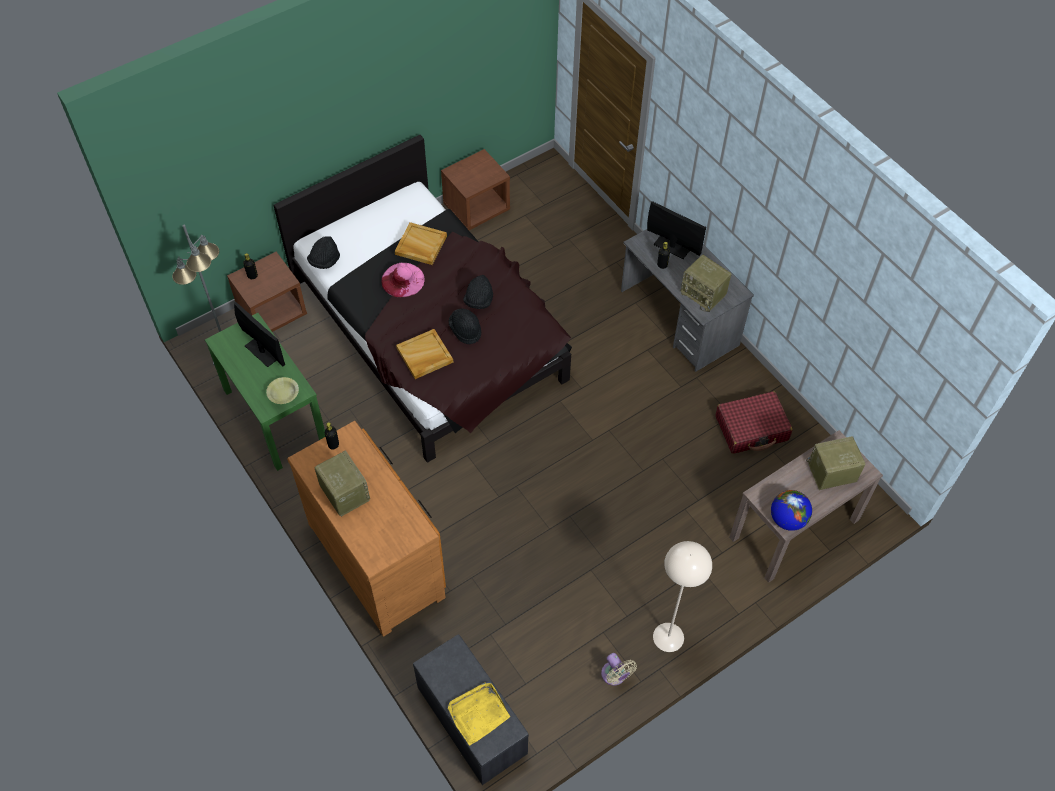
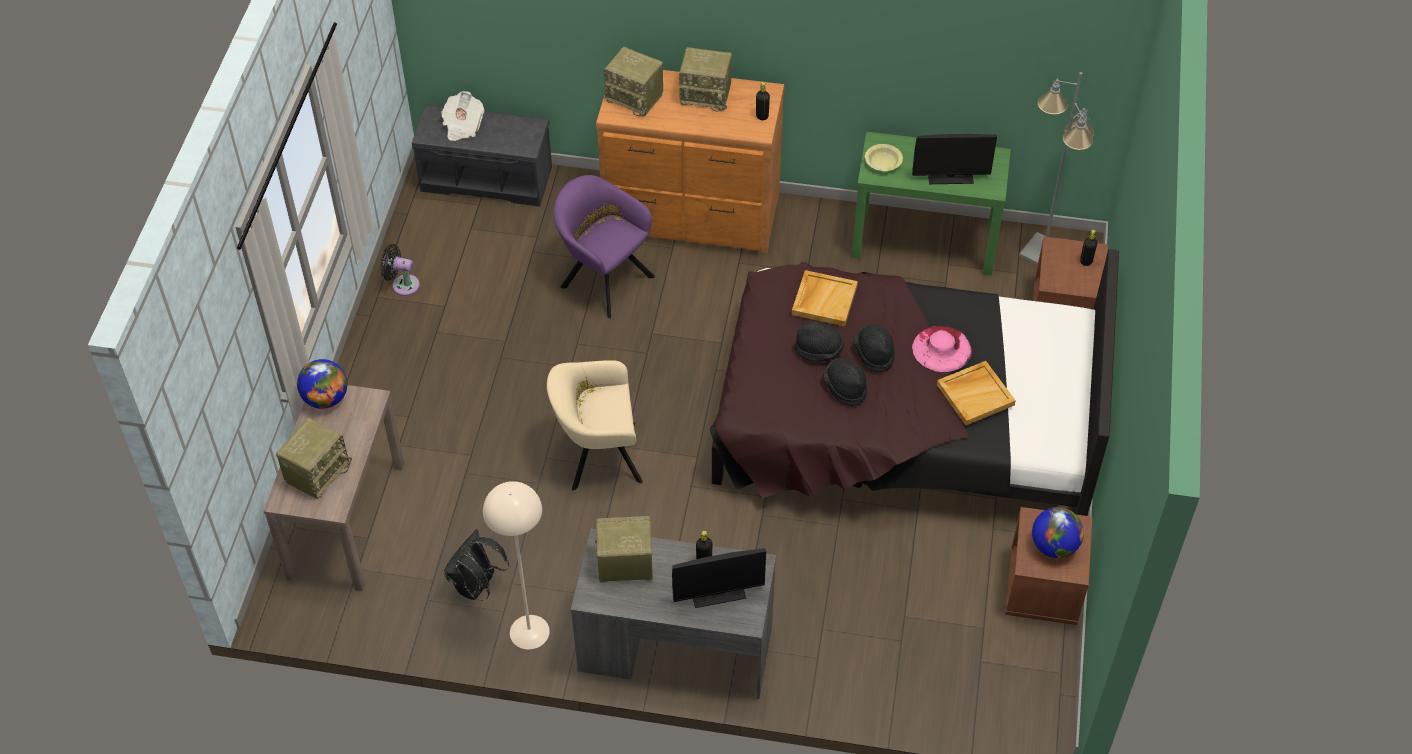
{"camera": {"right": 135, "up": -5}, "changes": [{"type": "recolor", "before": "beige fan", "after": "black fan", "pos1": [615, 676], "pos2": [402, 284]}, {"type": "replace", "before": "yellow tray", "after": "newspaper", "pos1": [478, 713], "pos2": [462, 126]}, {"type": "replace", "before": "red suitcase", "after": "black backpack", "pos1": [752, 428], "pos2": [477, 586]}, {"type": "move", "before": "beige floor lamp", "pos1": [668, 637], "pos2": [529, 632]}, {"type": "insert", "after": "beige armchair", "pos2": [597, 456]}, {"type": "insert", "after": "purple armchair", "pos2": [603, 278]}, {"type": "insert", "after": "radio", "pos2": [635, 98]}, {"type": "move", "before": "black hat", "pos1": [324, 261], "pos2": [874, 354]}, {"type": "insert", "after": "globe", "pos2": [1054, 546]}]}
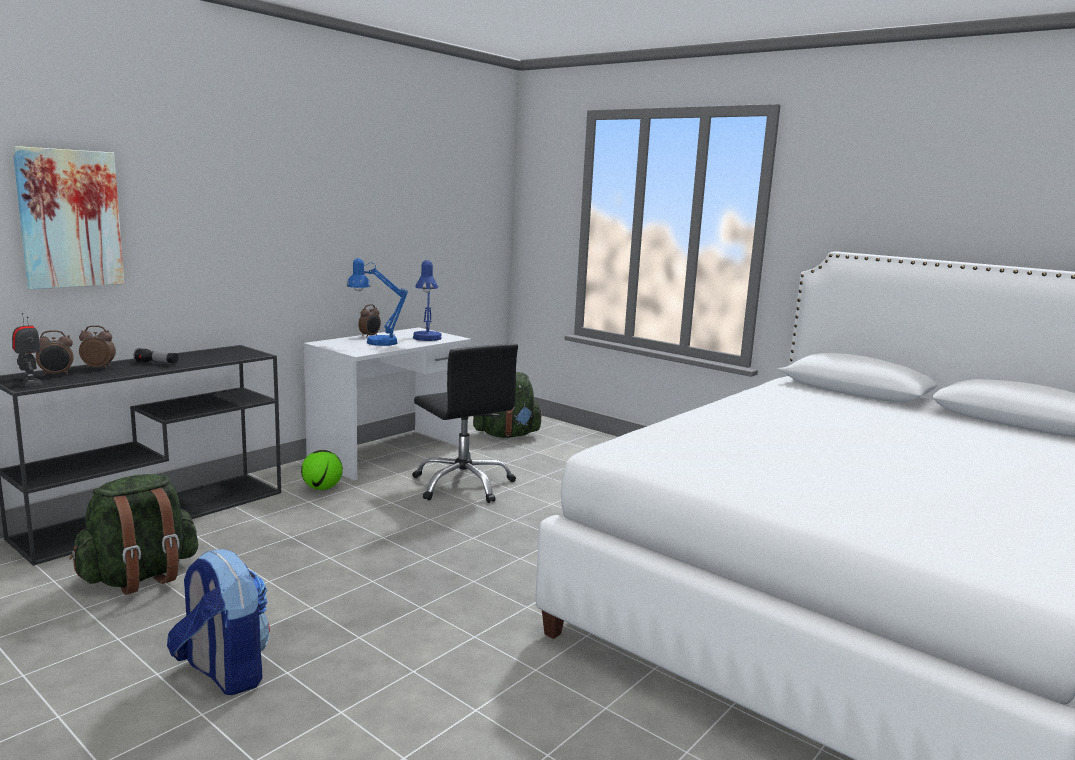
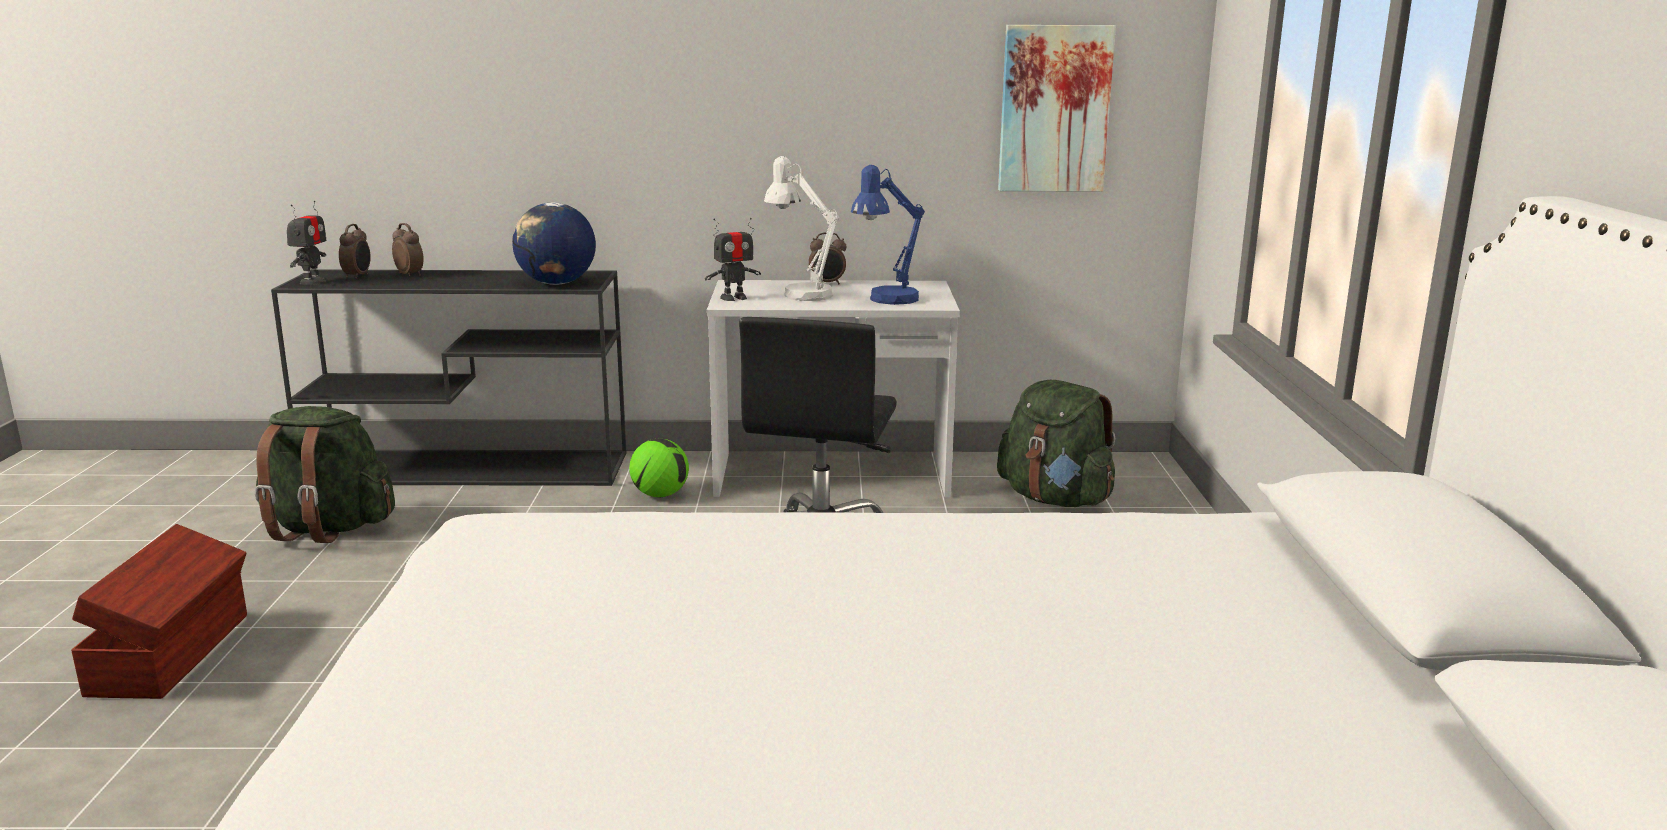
{"camera": {"right": 50, "up": 5}, "changes": [{"type": "replace", "before": "backpack", "after": "brown storage box", "pos1": [223, 672], "pos2": [173, 653]}, {"type": "rotate", "before": "alarm clock", "pos1": [56, 374], "pos2": [358, 276], "turn": -105}, {"type": "insert", "after": "globe", "pos2": [556, 283]}, {"type": "insert", "after": "toy robot", "pos2": [734, 298]}, {"type": "recolor", "before": "blue table lamp", "after": "white table lamp", "pos1": [375, 342], "pos2": [800, 293]}, {"type": "move", "before": "picture", "pos1": [70, 219], "pos2": [1054, 109]}, {"type": "delete", "before": "flashlight", "pos1": [157, 363]}]}
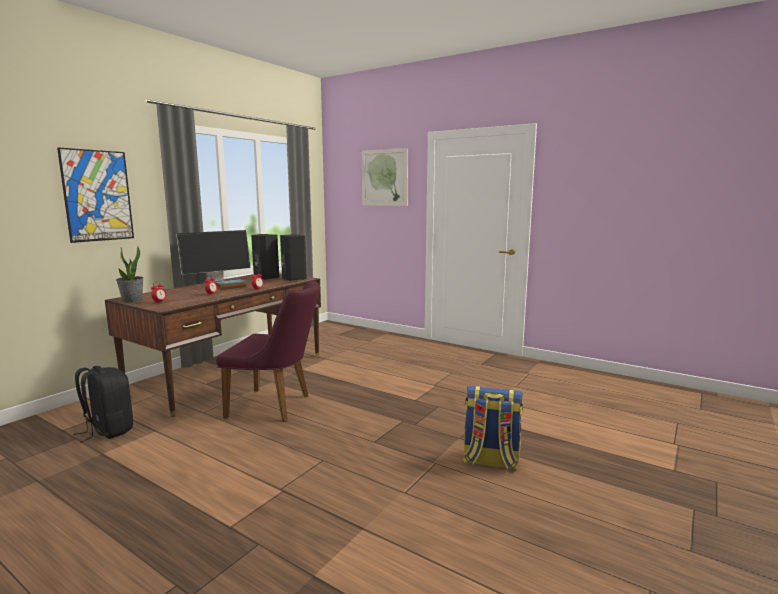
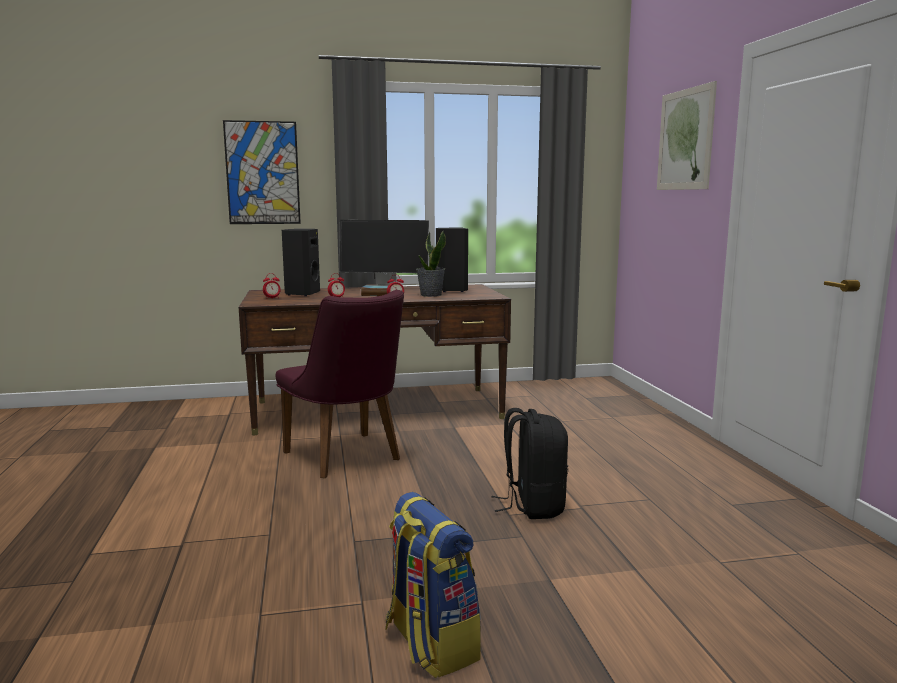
{"camera": {"right": 45, "up": 0}, "changes": [{"type": "move", "before": "black speaker", "pos1": [293, 279], "pos2": [301, 294]}, {"type": "move", "before": "potted plant", "pos1": [132, 300], "pos2": [430, 295]}, {"type": "move", "before": "black backpack", "pos1": [108, 430], "pos2": [533, 506]}]}
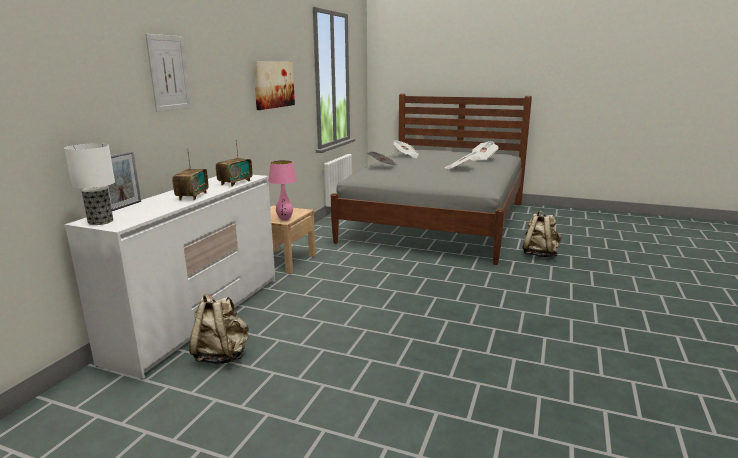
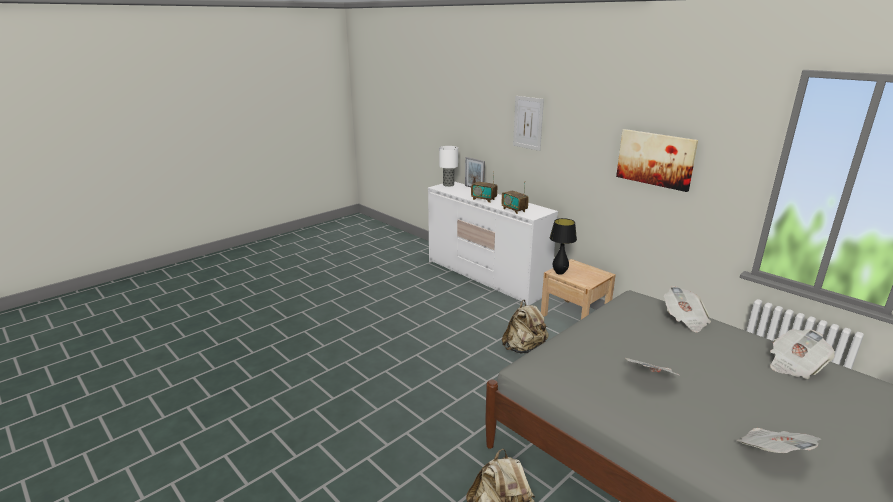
{"camera": {"right": 115, "up": 5}, "changes": [{"type": "move", "before": "beige backpack", "pos1": [222, 355], "pos2": [524, 349]}, {"type": "recolor", "before": "pink table lamp", "after": "black table lamp", "pos1": [284, 219], "pos2": [559, 273]}]}
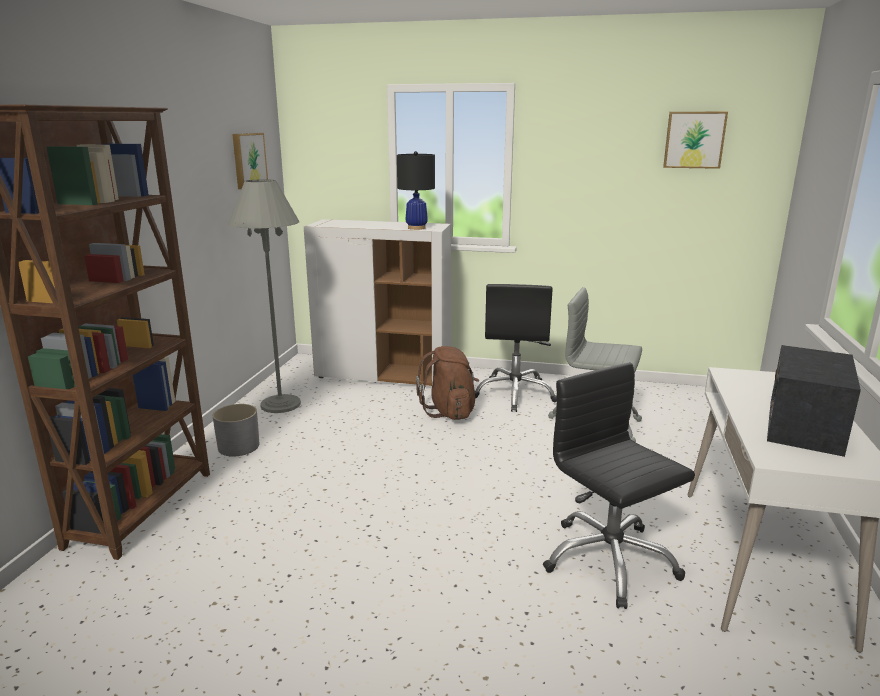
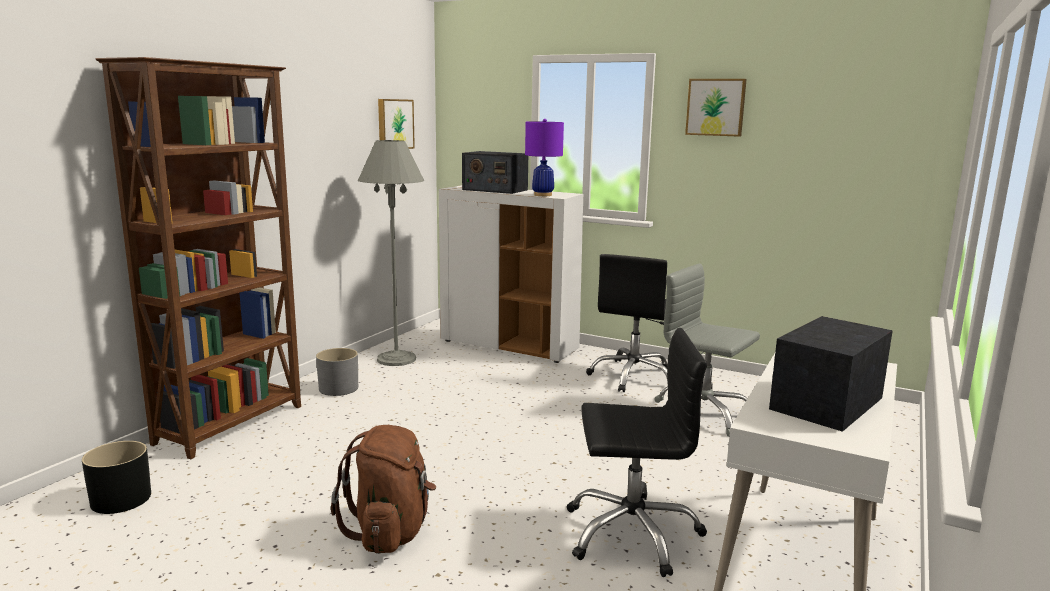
{"camera": {"right": 15, "up": -5}, "changes": [{"type": "insert", "after": "black planter", "pos2": [120, 500]}, {"type": "move", "before": "brown backpack", "pos1": [450, 412], "pos2": [390, 532]}, {"type": "insert", "after": "radio", "pos2": [494, 190]}, {"type": "recolor", "before": "black table lamp", "after": "purple table lamp", "pos1": [416, 228], "pos2": [542, 195]}, {"type": "rotate", "before": "black office chair", "pos1": [609, 560], "pos2": [632, 533], "turn": 105}, {"type": "move", "before": "picture", "pos1": [694, 140], "pos2": [716, 107]}]}
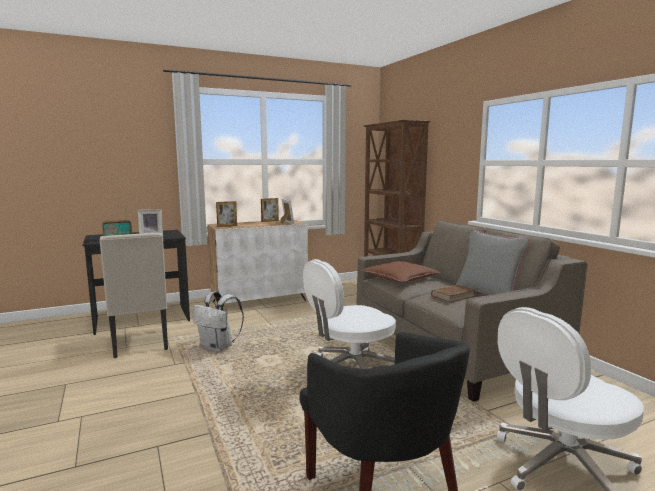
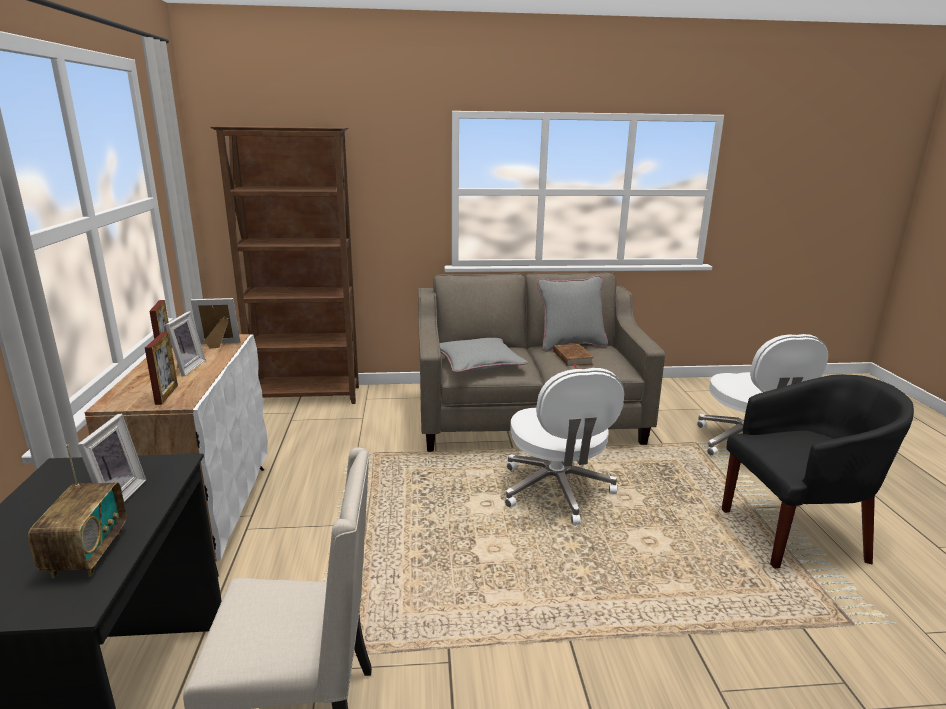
{"camera": {"right": -70, "up": 10}, "changes": [{"type": "insert", "after": "picture frame", "pos2": [186, 368]}, {"type": "recolor", "before": "brown pillow", "after": "grey pillow", "pos1": [400, 278], "pos2": [478, 363]}, {"type": "delete", "before": "white backpack", "pos1": [218, 347]}]}
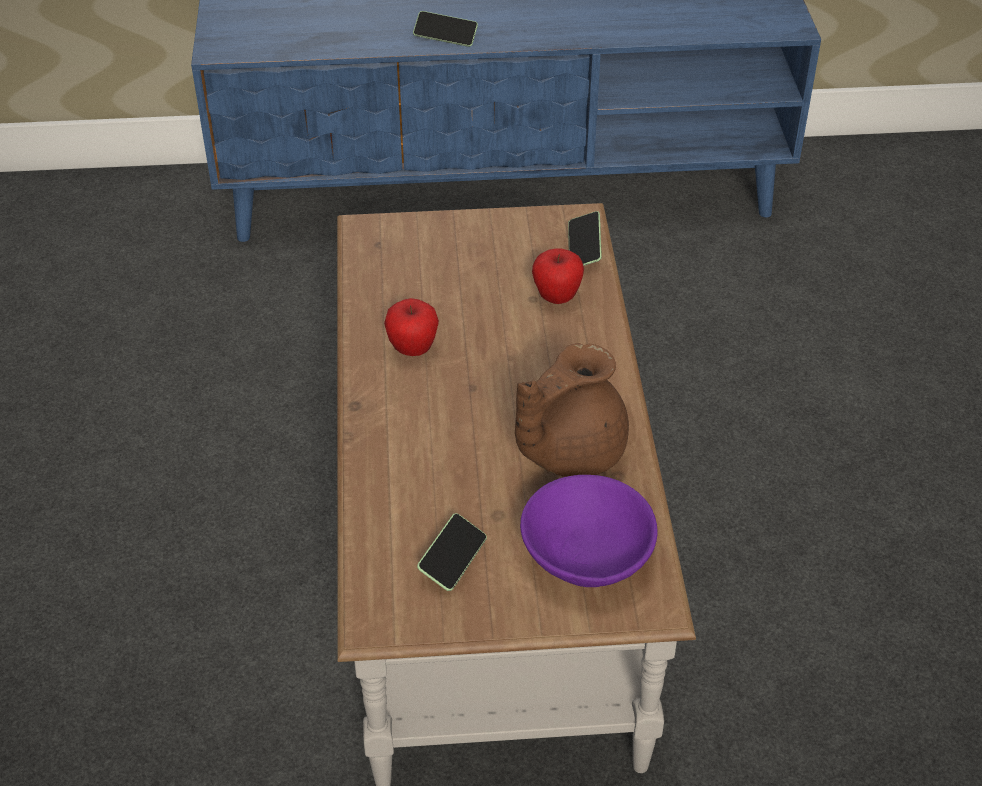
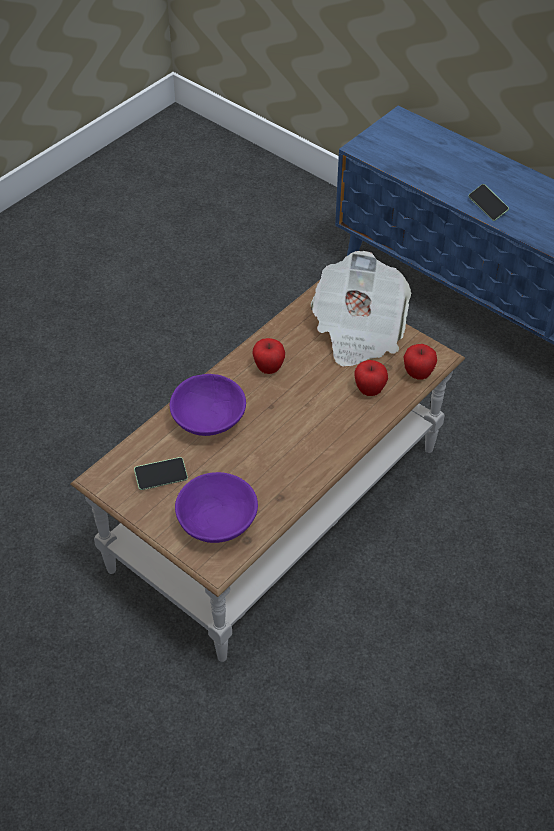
{"camera": {"right": 45, "up": 5}, "changes": [{"type": "insert", "after": "purple bowl", "pos2": [209, 419]}, {"type": "insert", "after": "newspaper", "pos2": [358, 330]}, {"type": "replace", "before": "phone", "after": "apple", "pos1": [584, 248], "pos2": [418, 374]}, {"type": "delete", "before": "brown teapot", "pos1": [568, 451]}]}
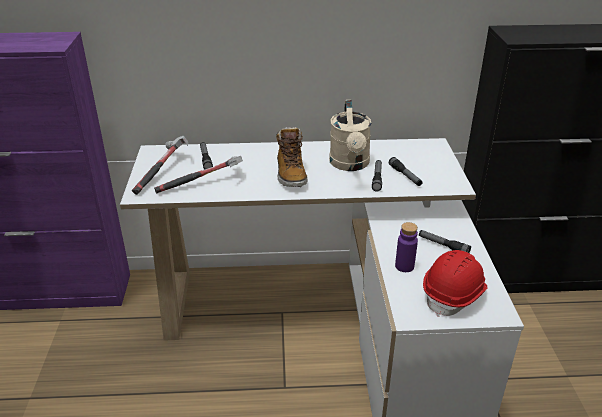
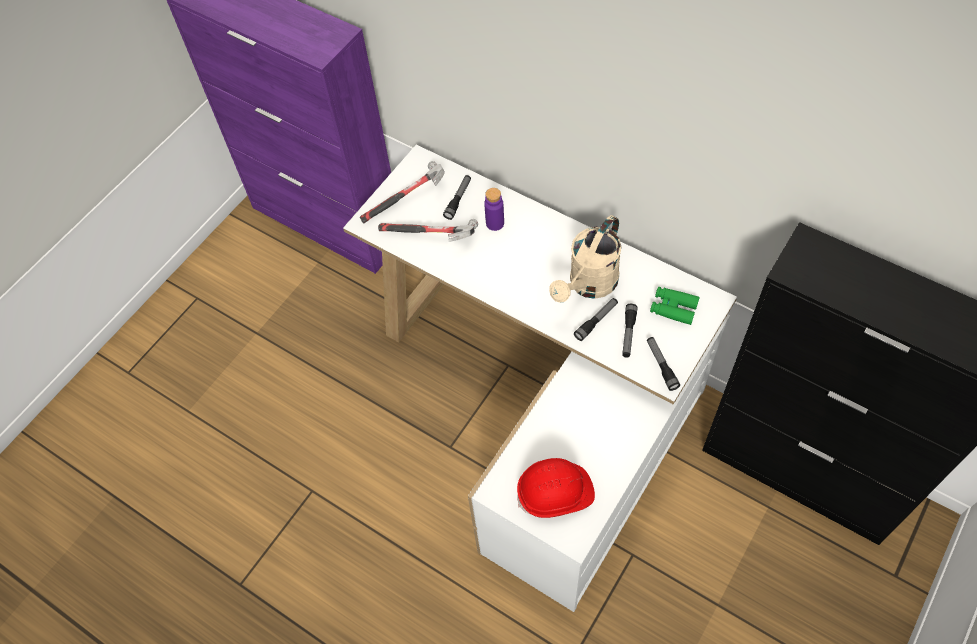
{"camera": {"right": 40, "up": 25}, "changes": [{"type": "move", "before": "purple bottle", "pos1": [404, 266], "pos2": [495, 223]}, {"type": "move", "before": "flashlight", "pos1": [443, 246], "pos2": [661, 365]}, {"type": "insert", "after": "green binoculars", "pos2": [673, 308]}, {"type": "delete", "before": "boot", "pos1": [290, 174]}]}
